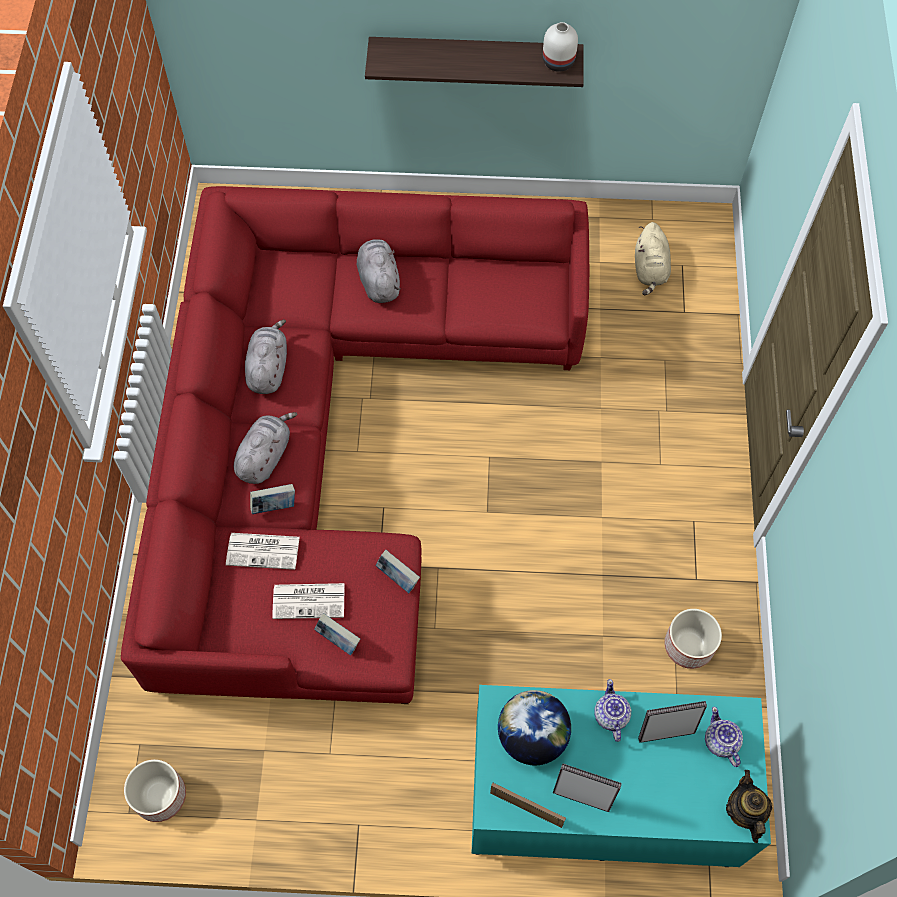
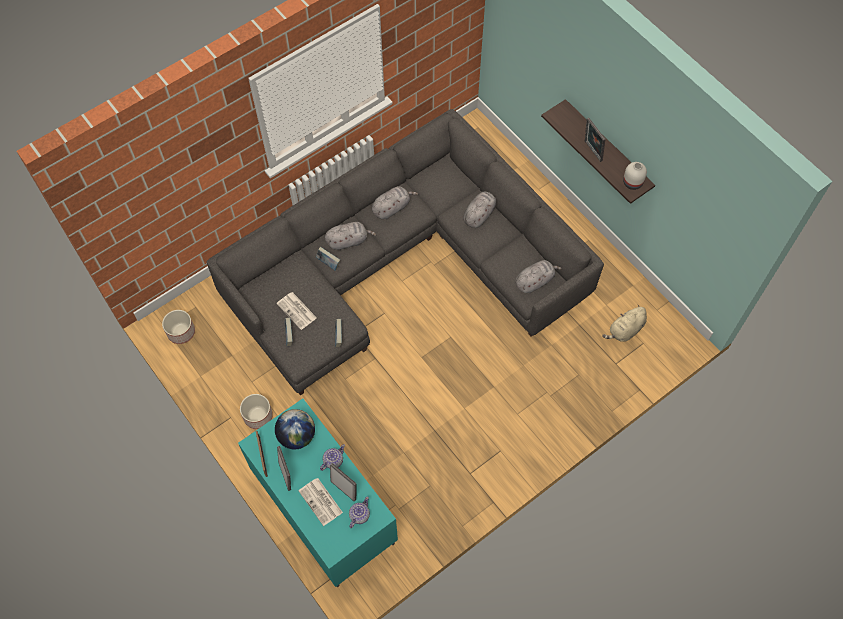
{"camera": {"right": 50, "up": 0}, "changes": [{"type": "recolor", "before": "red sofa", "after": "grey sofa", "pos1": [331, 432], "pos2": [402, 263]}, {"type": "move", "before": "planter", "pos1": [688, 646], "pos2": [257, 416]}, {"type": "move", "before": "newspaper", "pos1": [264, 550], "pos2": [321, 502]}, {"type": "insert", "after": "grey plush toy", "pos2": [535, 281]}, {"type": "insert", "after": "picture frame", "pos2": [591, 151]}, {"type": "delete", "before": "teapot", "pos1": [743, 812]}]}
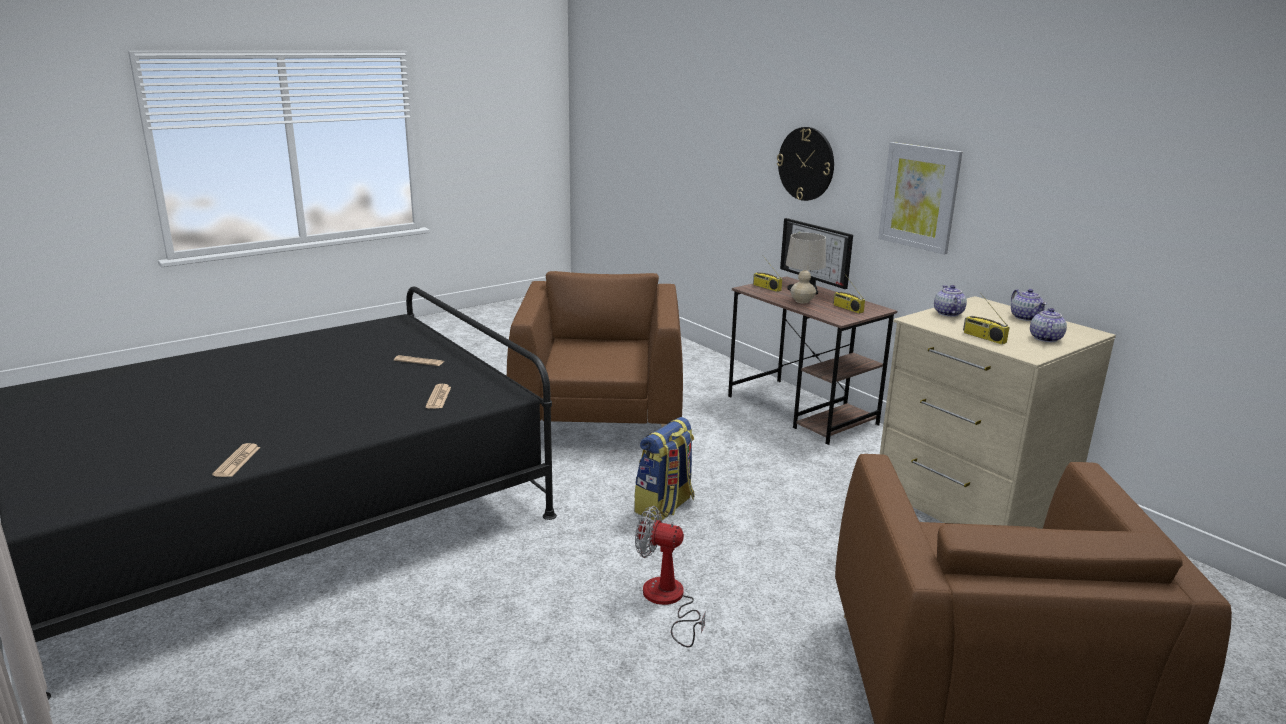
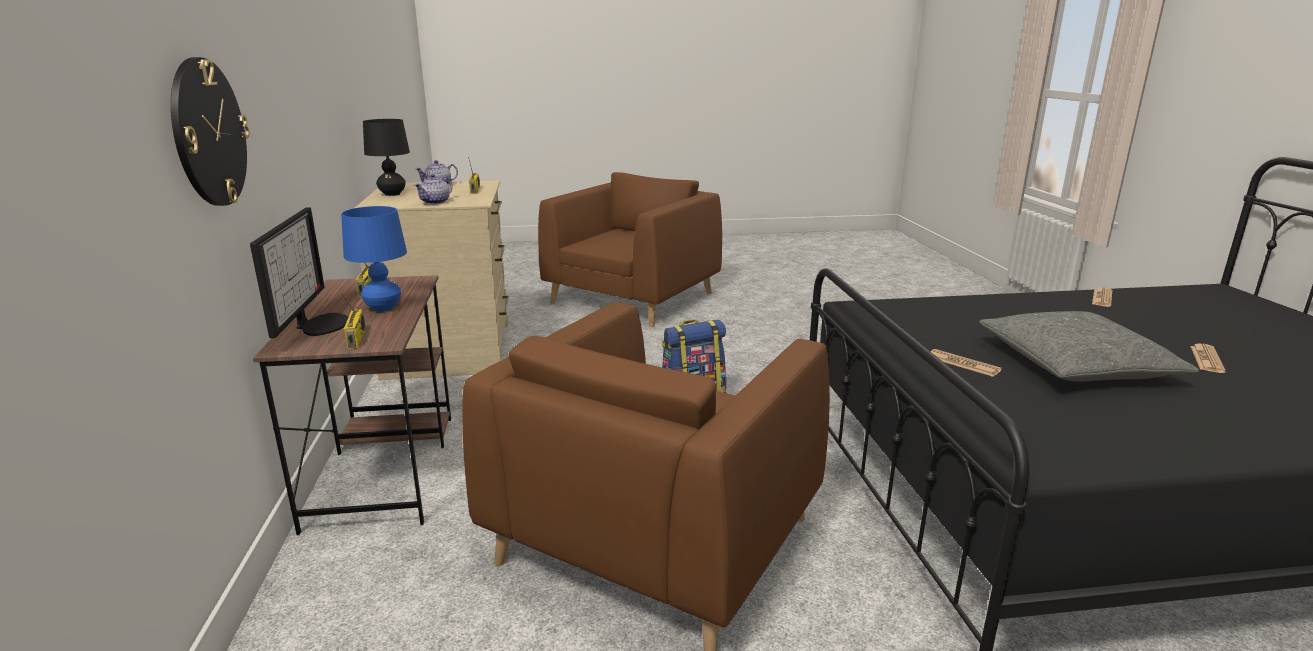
{"camera": {"right": -150, "up": 0}, "changes": [{"type": "recolor", "before": "beige table lamp", "after": "blue table lamp", "pos1": [802, 301], "pos2": [383, 308]}, {"type": "replace", "before": "teapot", "after": "black table lamp", "pos1": [1025, 317], "pos2": [392, 194]}, {"type": "insert", "after": "grey pillow", "pos2": [1075, 364]}, {"type": "move", "before": "newspaper", "pos1": [438, 397], "pos2": [1206, 359]}, {"type": "delete", "before": "fan", "pos1": [668, 601]}, {"type": "delete", "before": "picture", "pos1": [919, 197]}]}
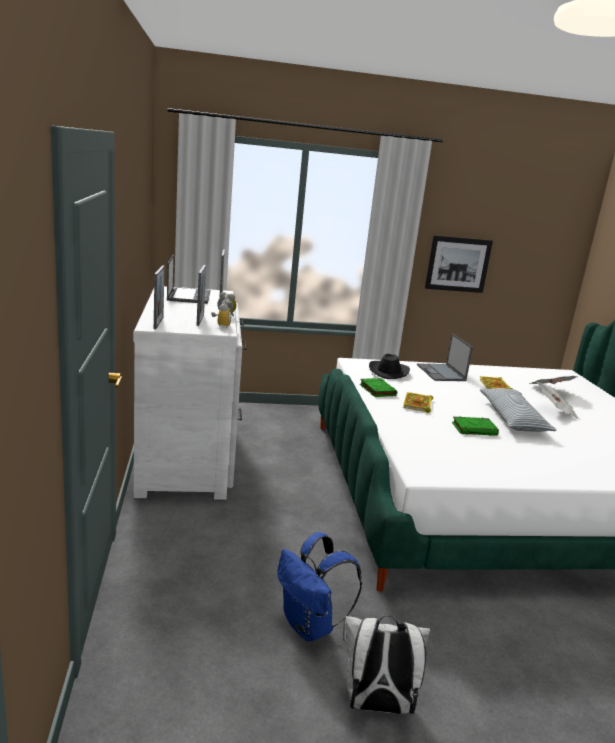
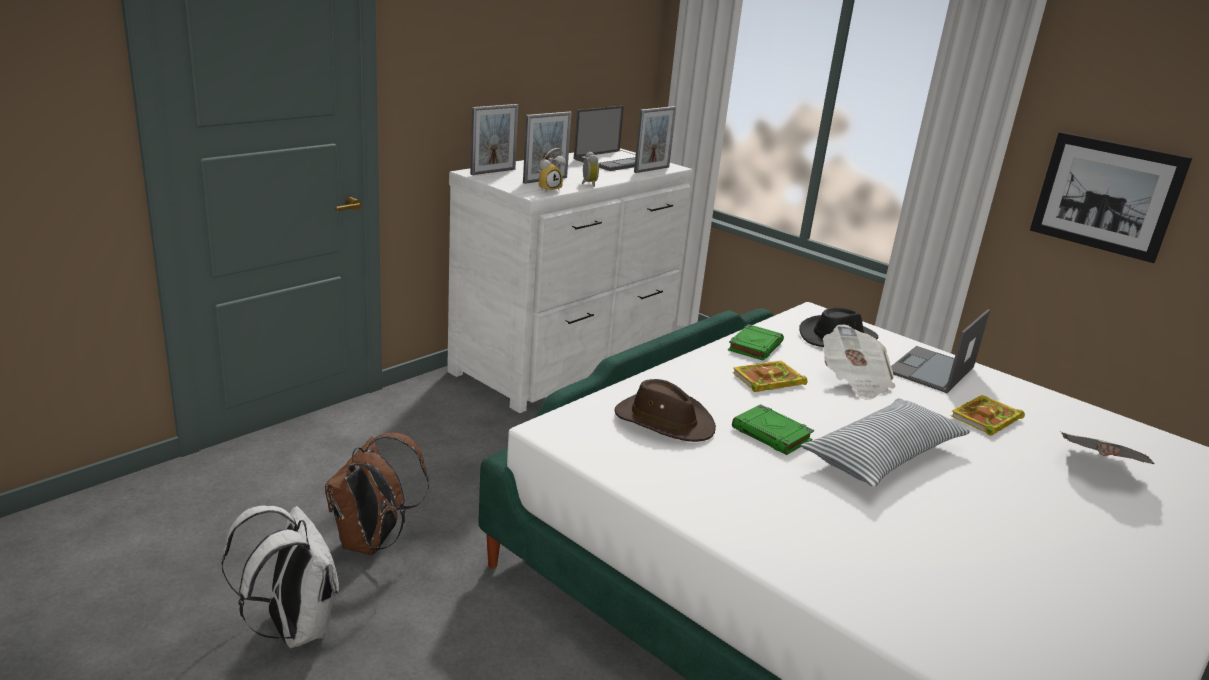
{"camera": {"right": 50, "up": 5}, "changes": [{"type": "recolor", "before": "blue backpack", "after": "brown backpack", "pos1": [310, 626], "pos2": [372, 542]}, {"type": "insert", "after": "brown hat", "pos2": [664, 421]}, {"type": "move", "before": "newspaper", "pos1": [555, 412], "pos2": [854, 381]}]}
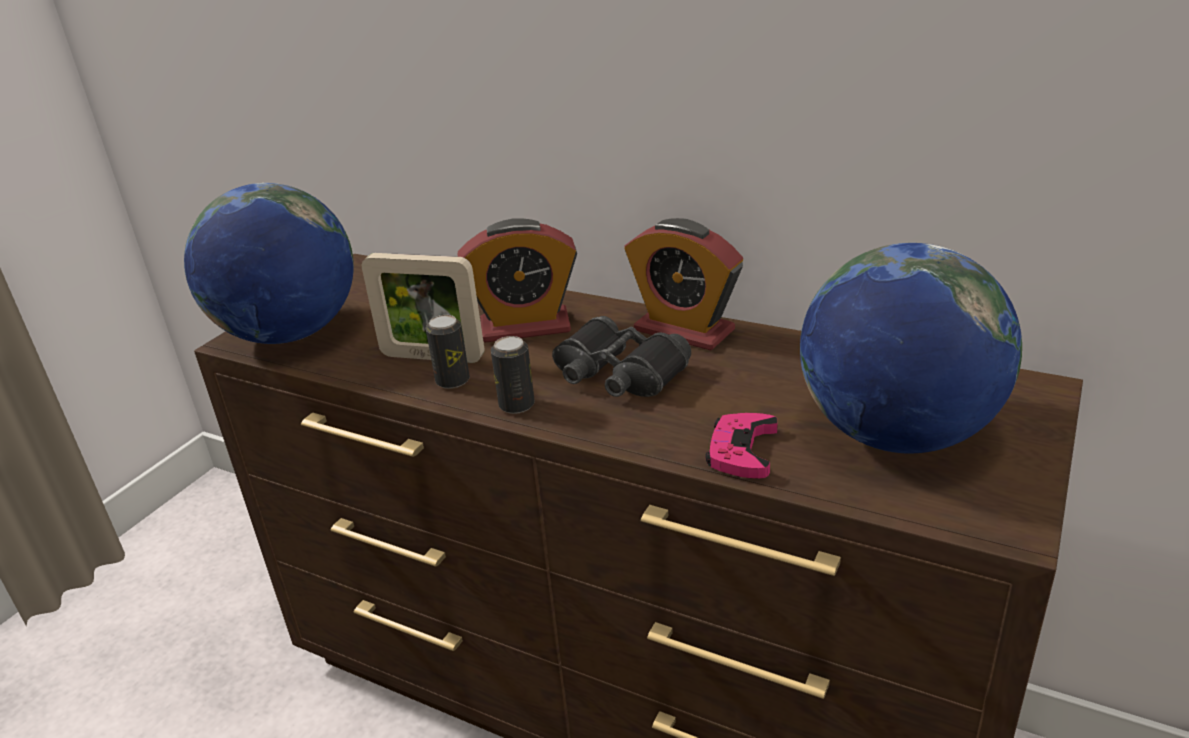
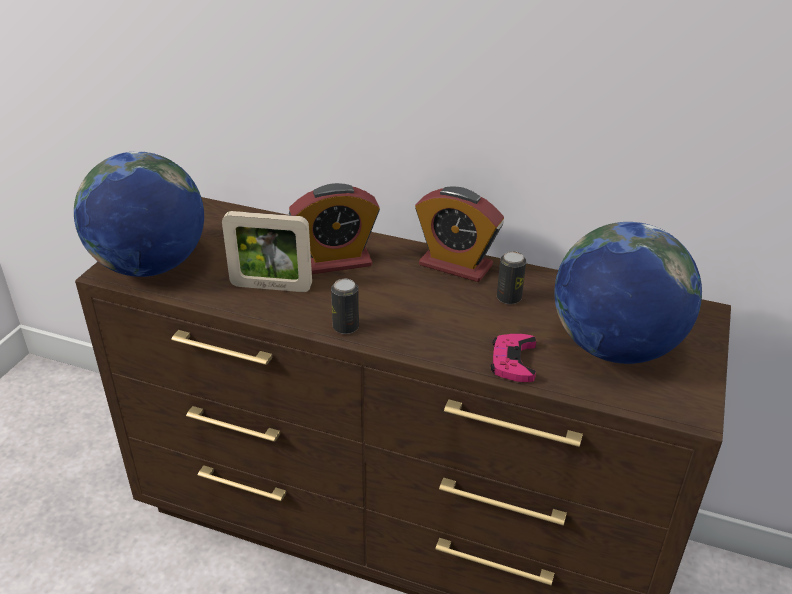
{"camera": {"right": -10, "up": 5}, "changes": [{"type": "move", "before": "can", "pos1": [452, 381], "pos2": [509, 298]}, {"type": "delete", "before": "black binoculars", "pos1": [618, 374]}]}
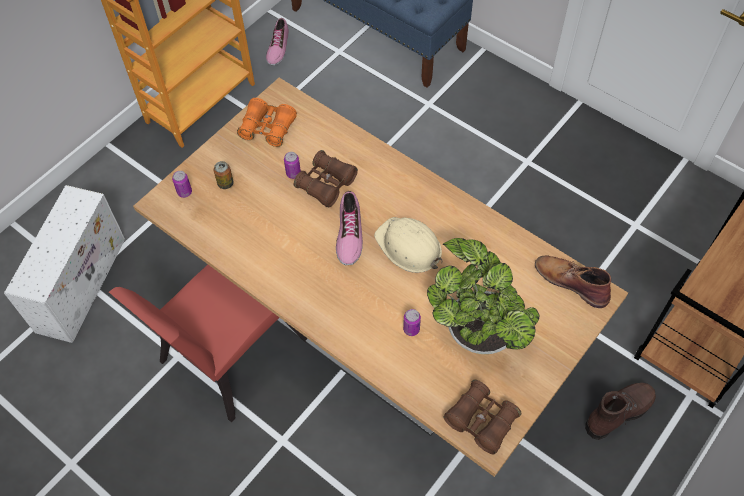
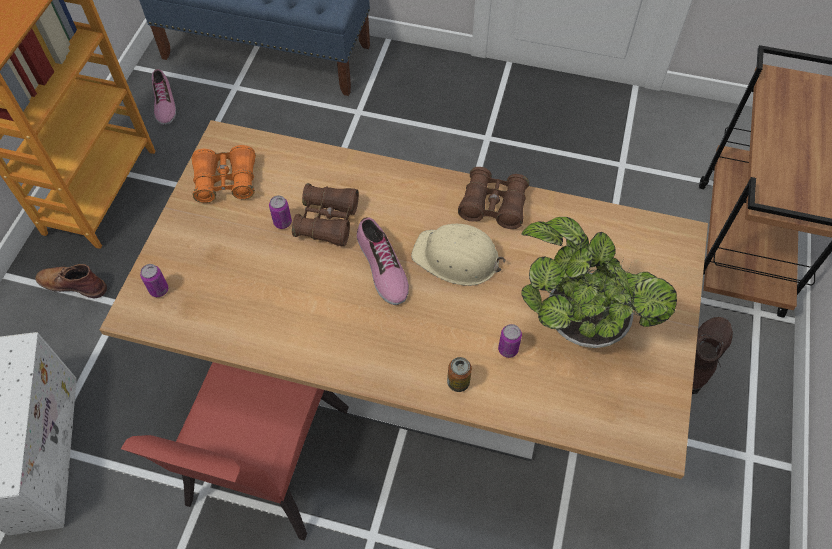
{"camera": {"right": -25, "up": 0}, "changes": [{"type": "move", "before": "brown boot", "pos1": [571, 281], "pos2": [72, 283]}, {"type": "move", "before": "can", "pos1": [225, 183], "pos2": [458, 382]}, {"type": "move", "before": "brown binoculars", "pos1": [481, 421], "pos2": [493, 205]}]}
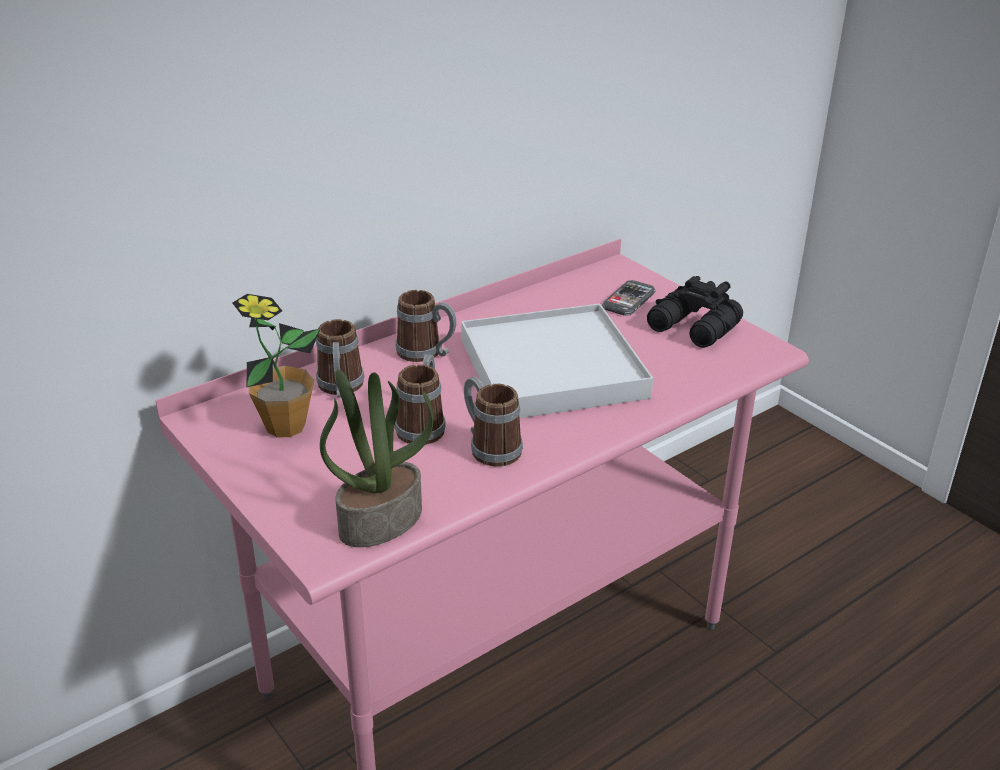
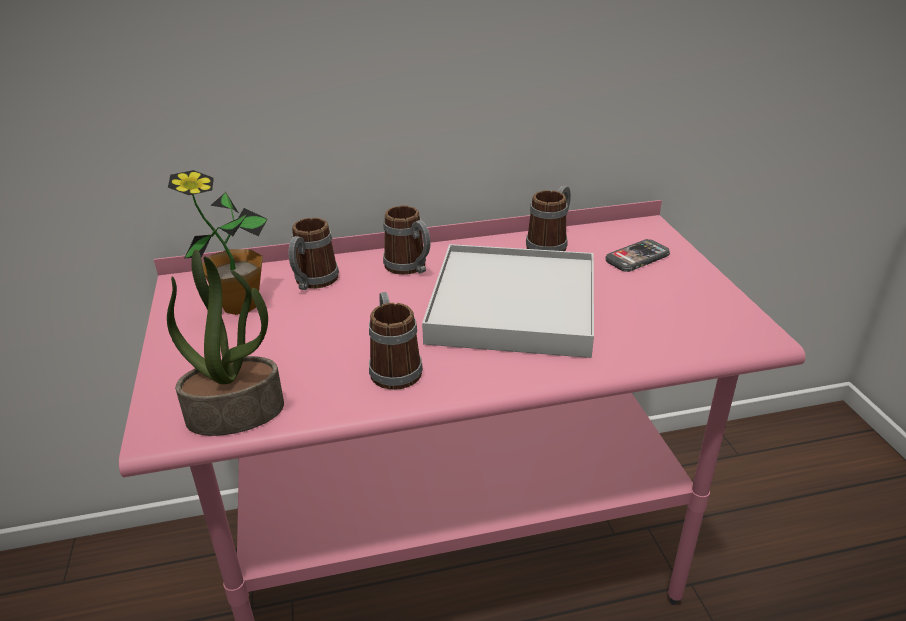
{"camera": {"right": 25, "up": 0}, "changes": [{"type": "move", "before": "mug", "pos1": [423, 425], "pos2": [550, 244]}, {"type": "delete", "before": "black binoculars", "pos1": [694, 329]}]}
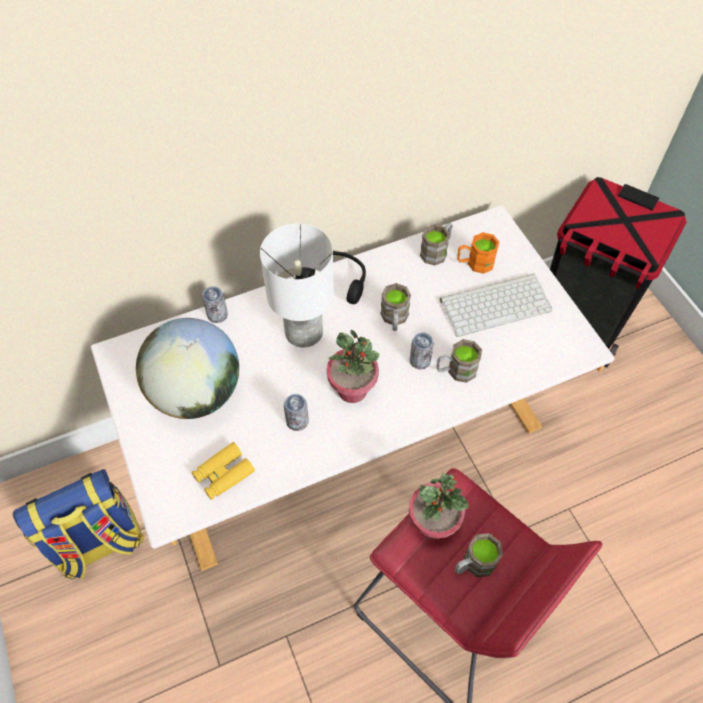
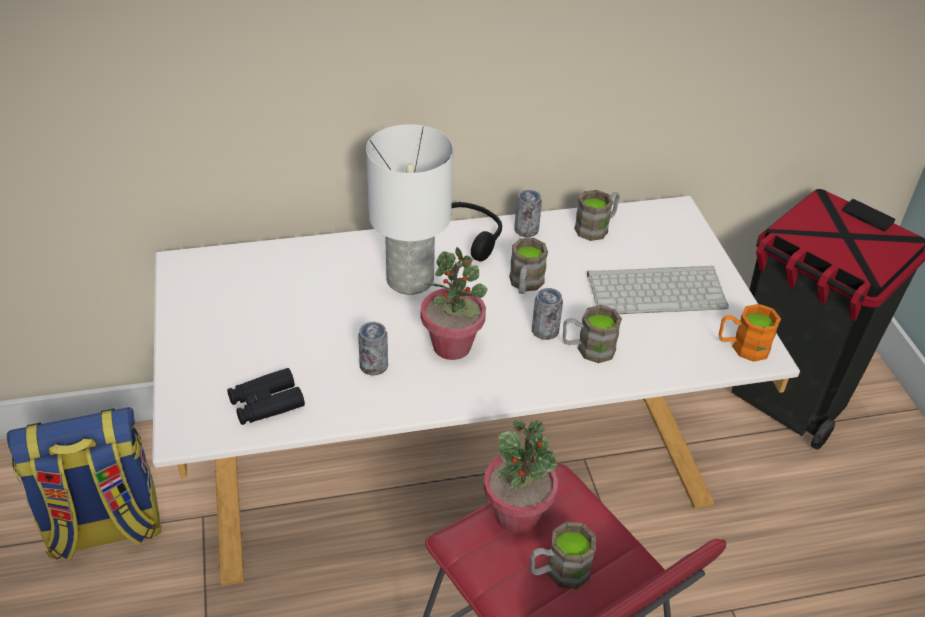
{"camera": {"right": 10, "up": -15}, "changes": [{"type": "recolor", "before": "yellow binoculars", "after": "black binoculars", "pos1": [223, 474], "pos2": [266, 403]}, {"type": "move", "before": "can", "pos1": [217, 315], "pos2": [526, 230]}, {"type": "move", "before": "orange mug", "pos1": [474, 263], "pos2": [742, 347]}, {"type": "delete", "before": "globe", "pos1": [197, 393]}]}
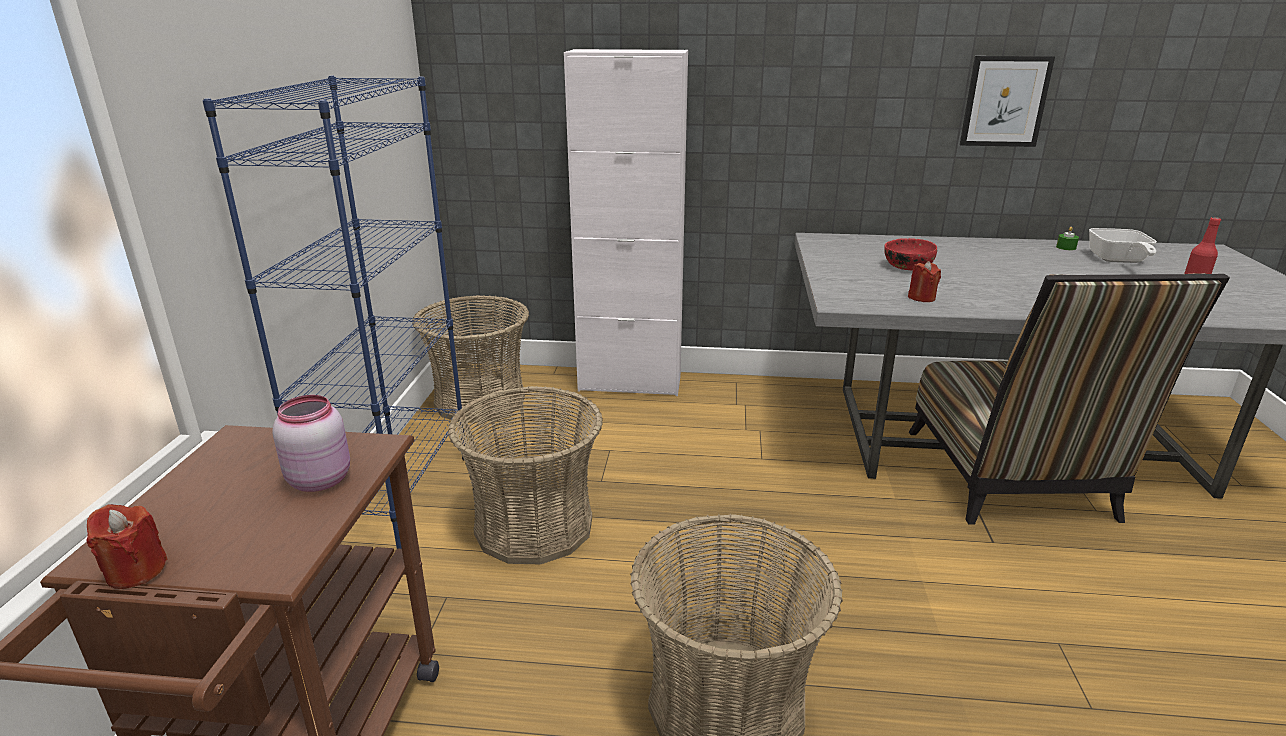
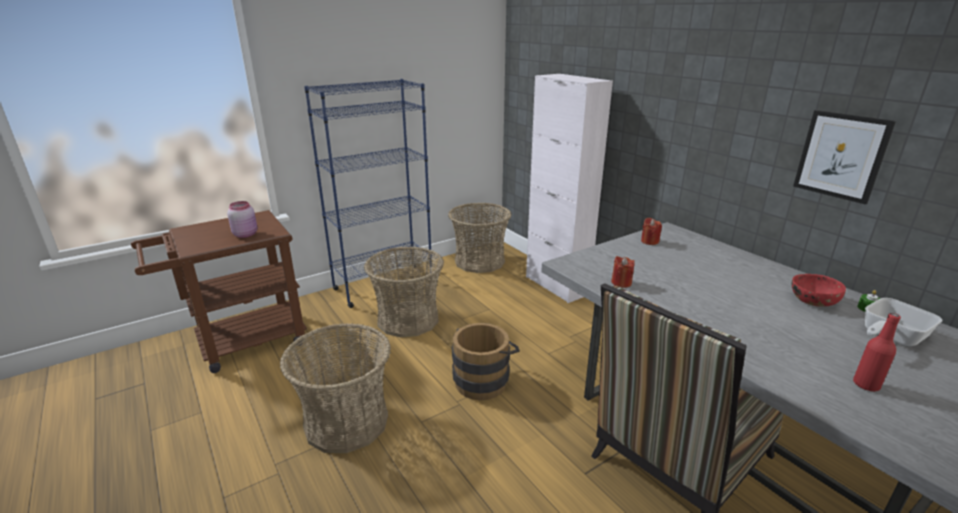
{"camera": {"right": 50, "up": 0}, "changes": [{"type": "insert", "after": "brown bucket", "pos2": [484, 379]}, {"type": "move", "before": "red candle", "pos1": [136, 571], "pos2": [649, 241]}, {"type": "move", "before": "red bowl", "pos1": [907, 267], "pos2": [812, 300]}]}
